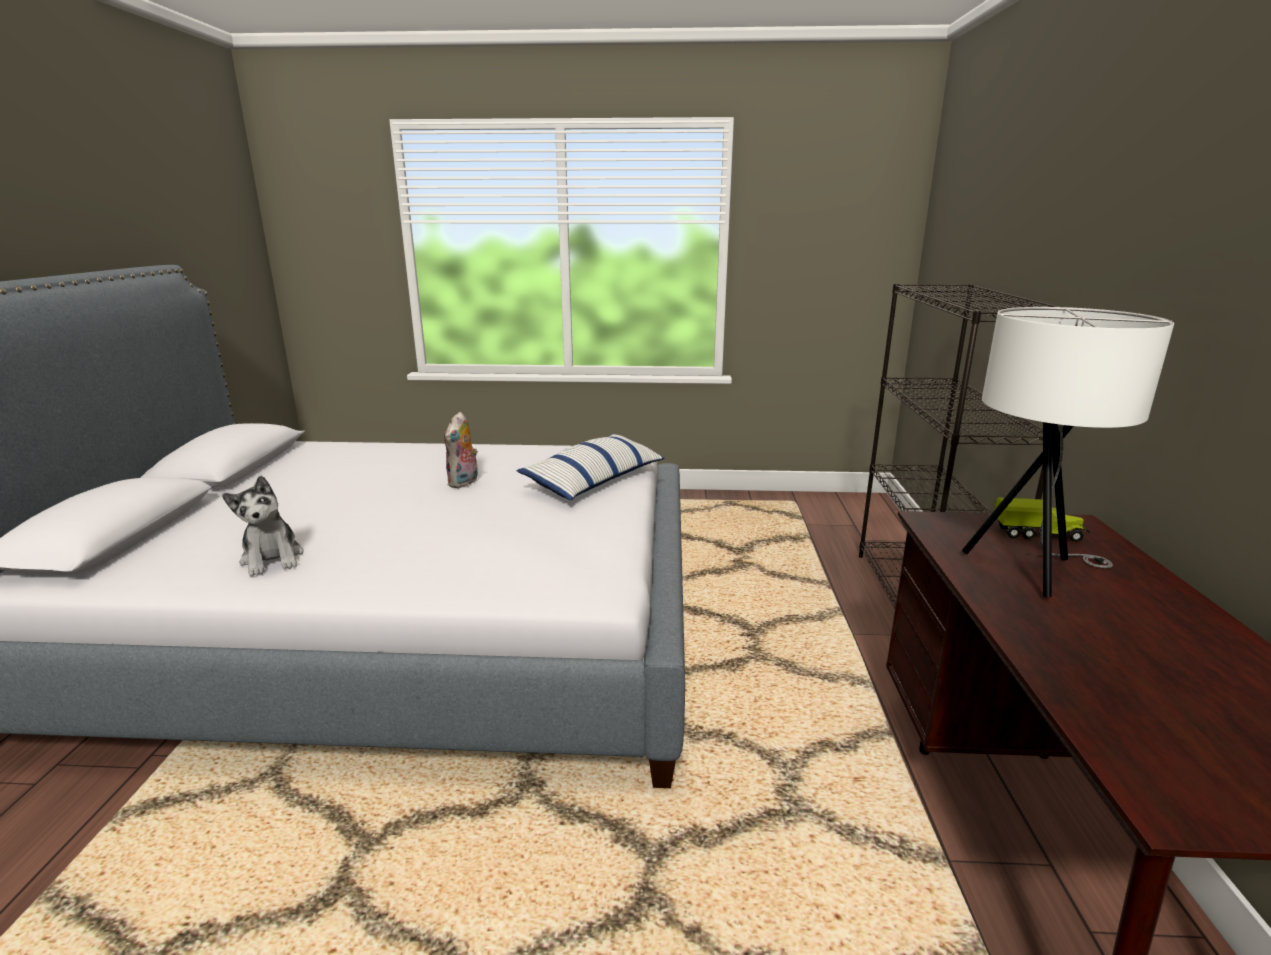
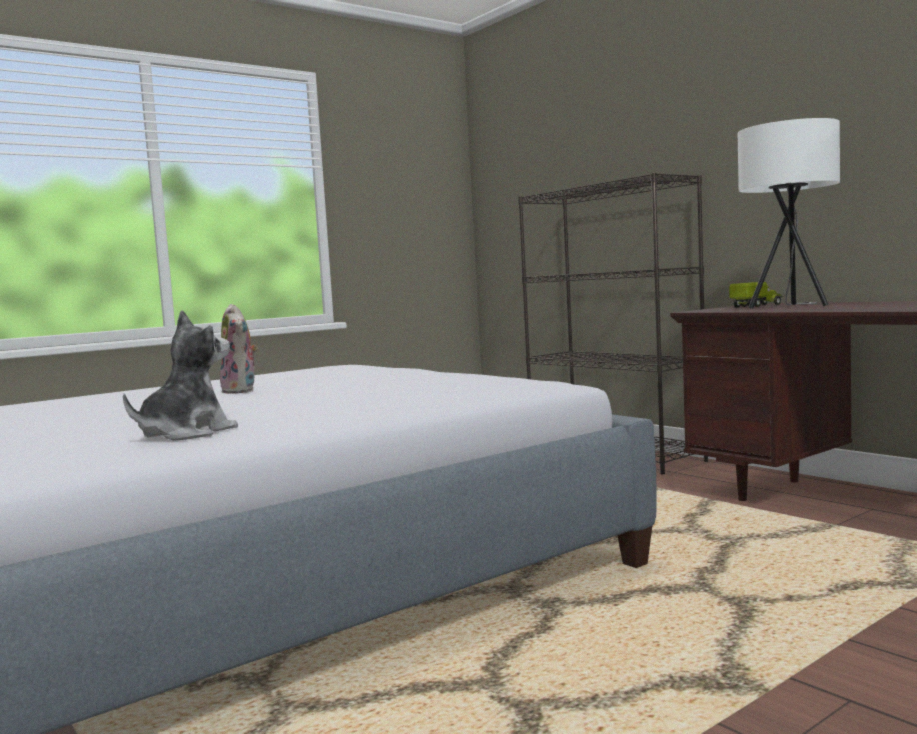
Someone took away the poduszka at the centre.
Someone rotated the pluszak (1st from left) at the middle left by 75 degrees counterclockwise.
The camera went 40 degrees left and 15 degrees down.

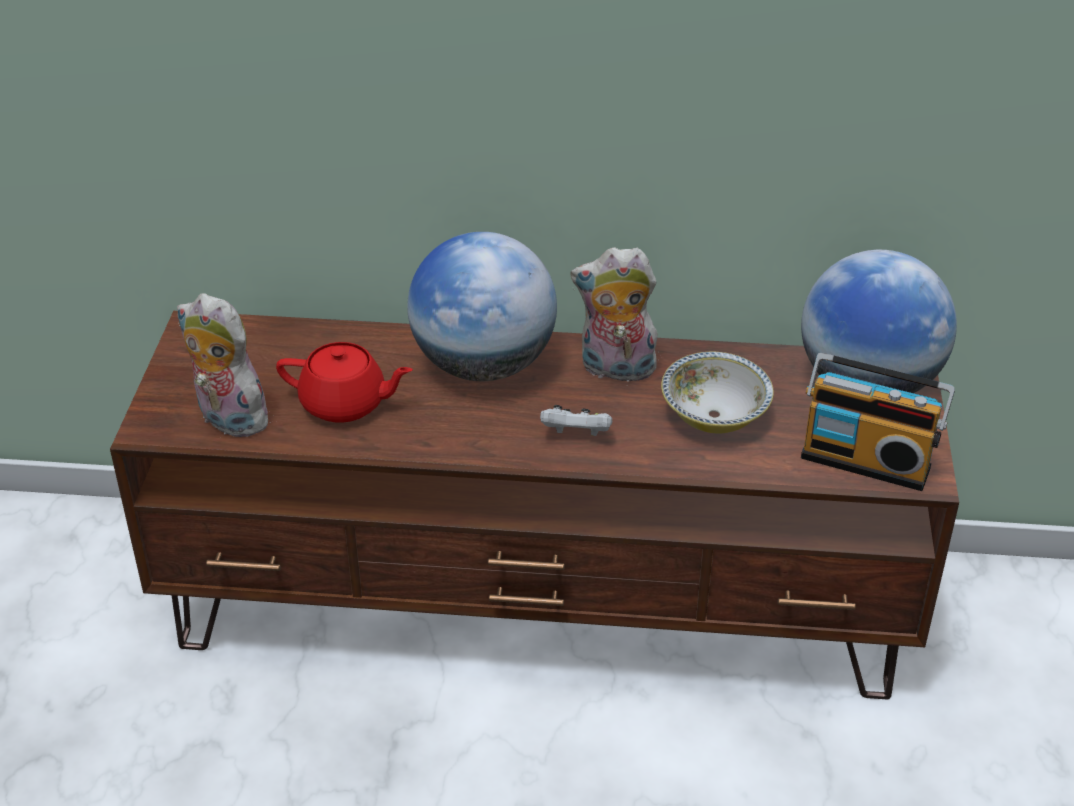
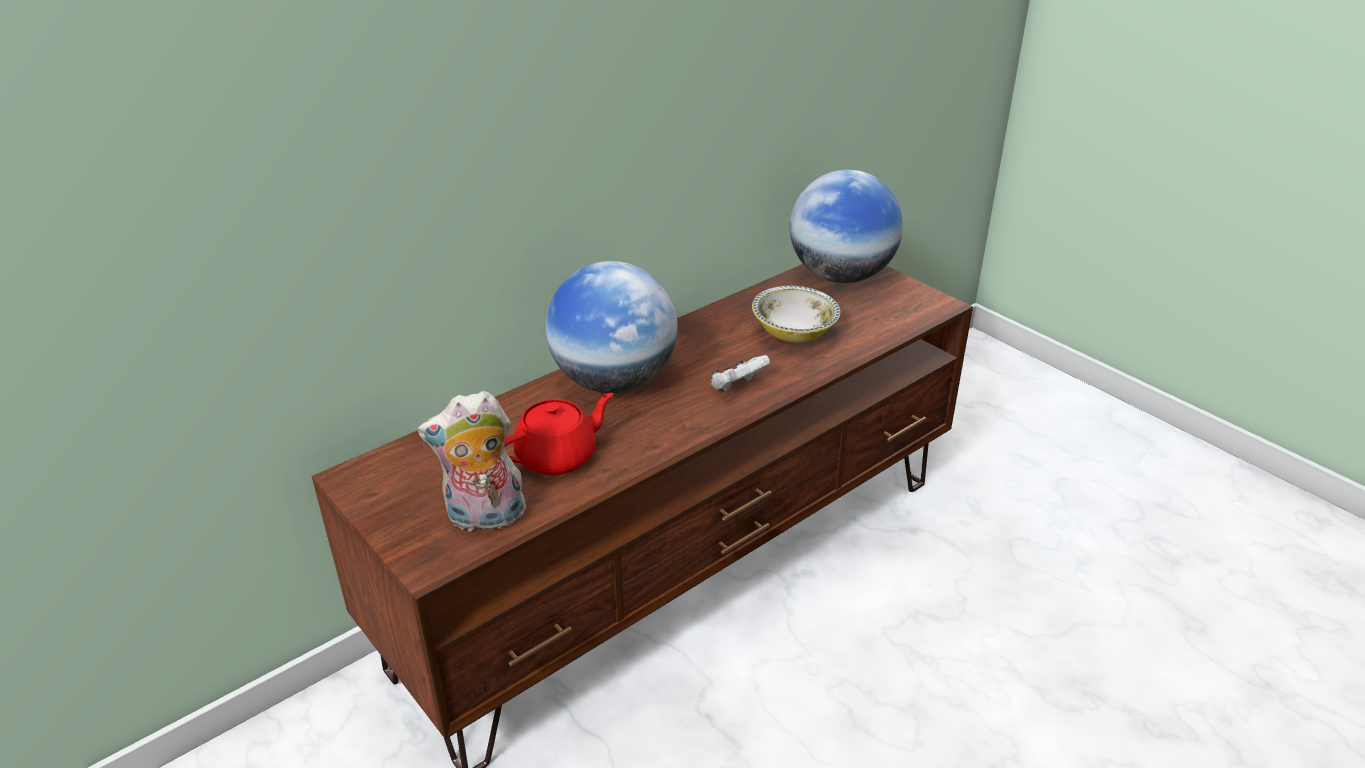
Someone took away the pluszak (2nd from left) at the centre.
Someone took away the radio at the middle right.
The camera went 45 degrees left and 5 degrees down.

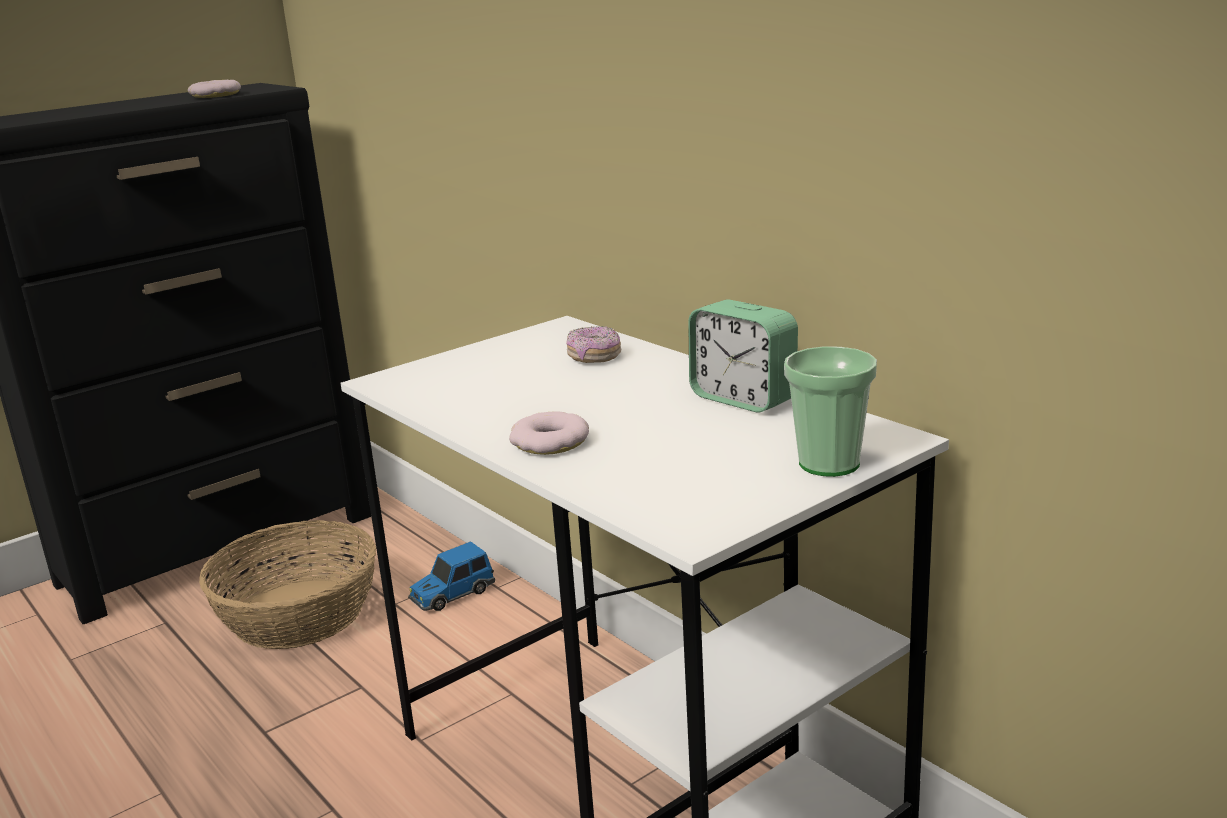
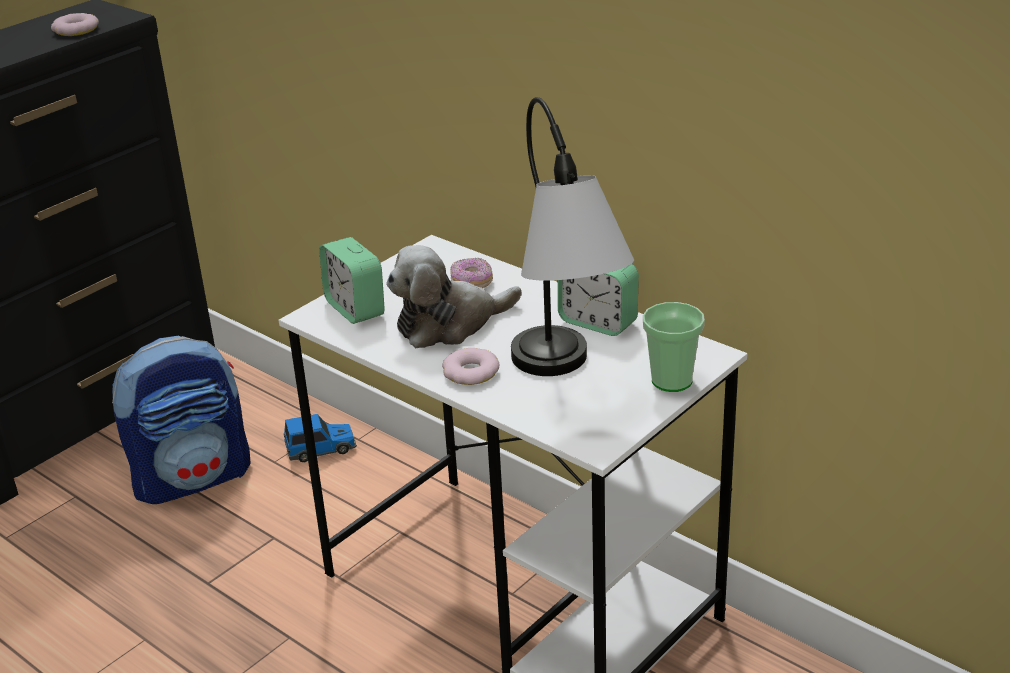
Someone swapped the koszyk at the bottom left for the plecak at the middle left.
Someone rotated the samochodzik at the bottom centre by 150 degrees counterclockwise.
Someone put down the lampa stołowa at the centre.
Someone put down the budzik (1st from left) at the centre.
Someone put down the pluszak at the centre.
The camera went 10 degrees left and 10 degrees up.

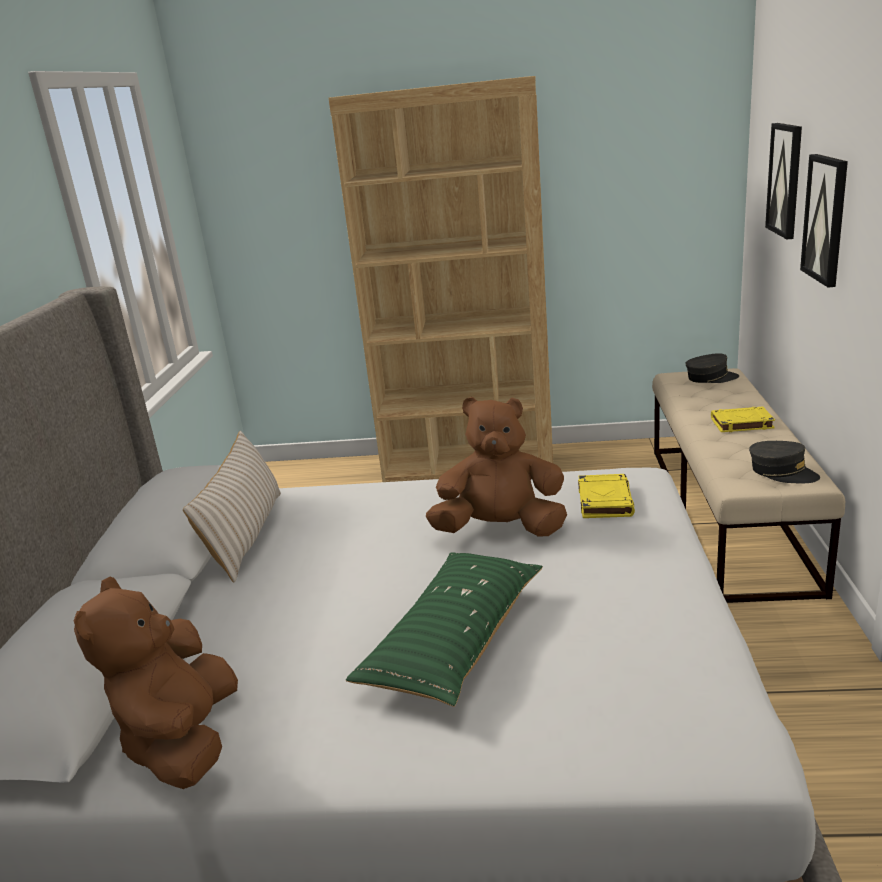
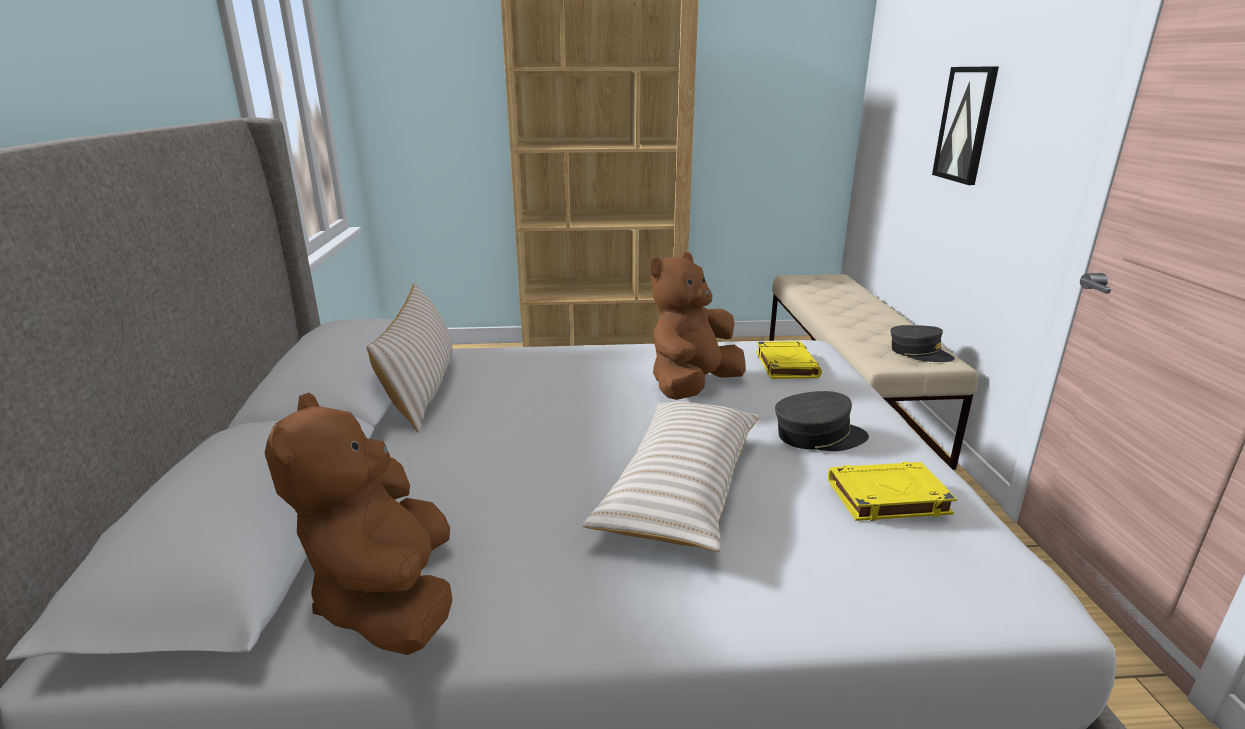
Someone took away the obraz (1st from left) at the top right.
Someone carried the czapka z daszkiem [szary] (1st from left) from the middle right to the centre.
Someone rotated the pluszak [brązowy] (2nd from left) at the centre by 45 degrees counterclockwise.
Someone carried the książka [żółty] (2nd from left) from the middle right to the bottom right.
Someone repainted the poduszka [zielony] at the bottom centre, which became the poduszka [beżowy] (2nd from left) at the centre.
The camera went 10 degrees left and 0 degrees up.

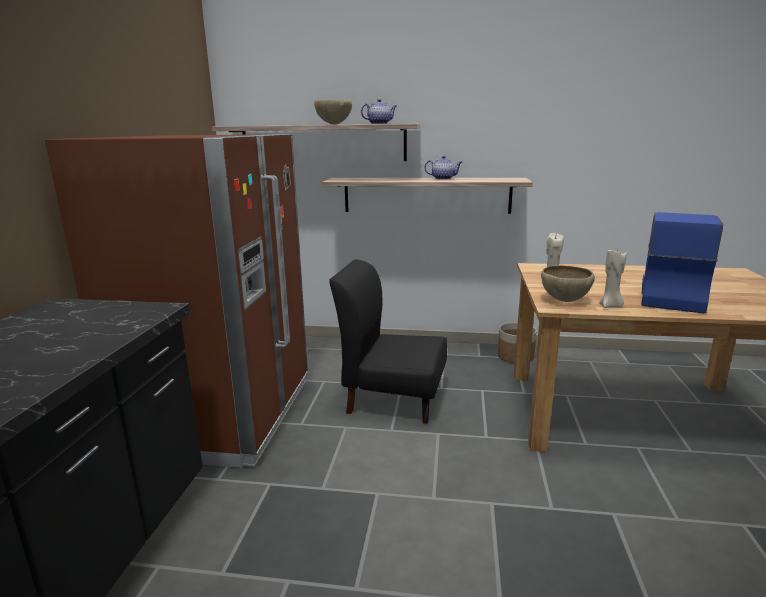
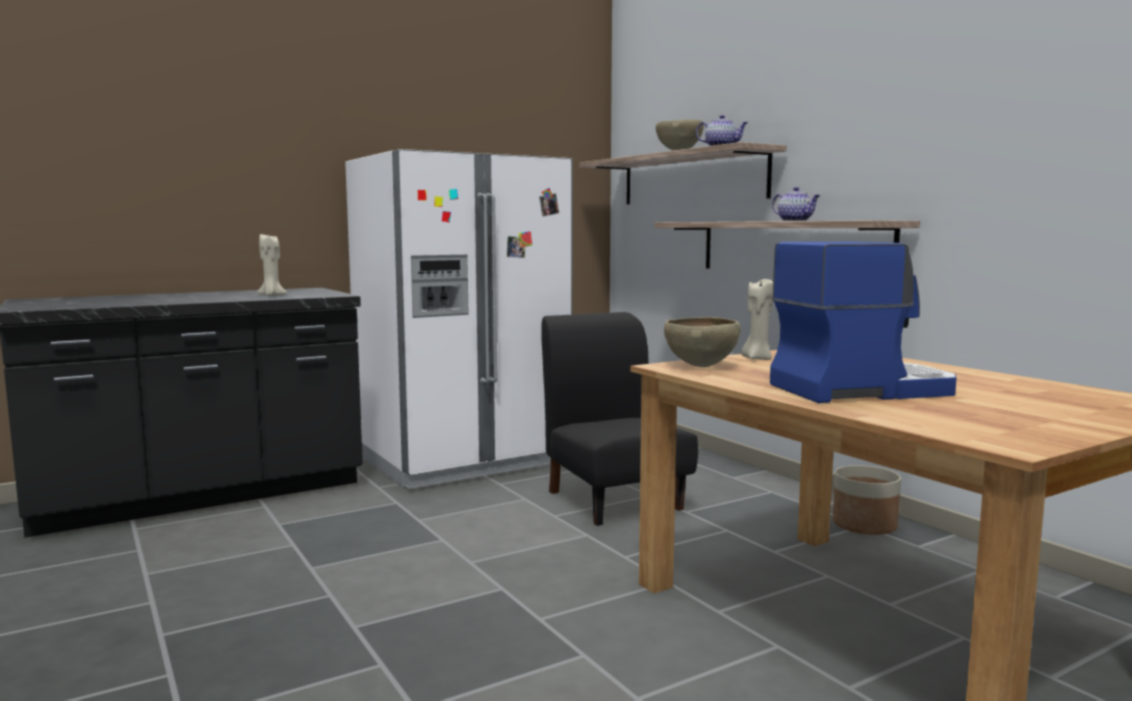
Someone repainted the lodówka [brązowy] at the middle left, which became the lodówka [biały] at the centre.
Someone carried the świeca [beżowy] (2nd from left in the first image) from the middle right to the middle left.
The camera went 50 degrees right and 10 degrees down.

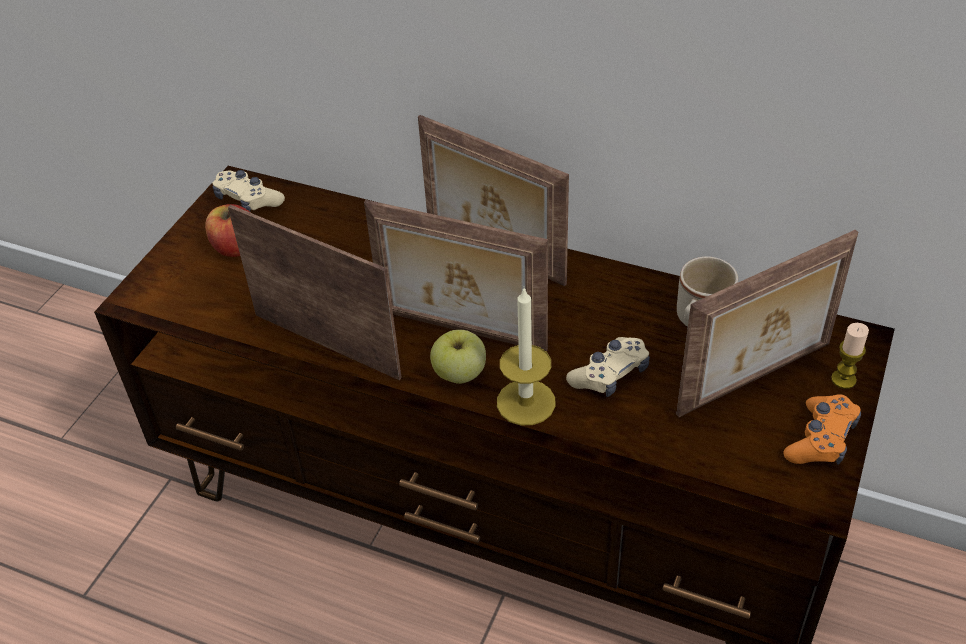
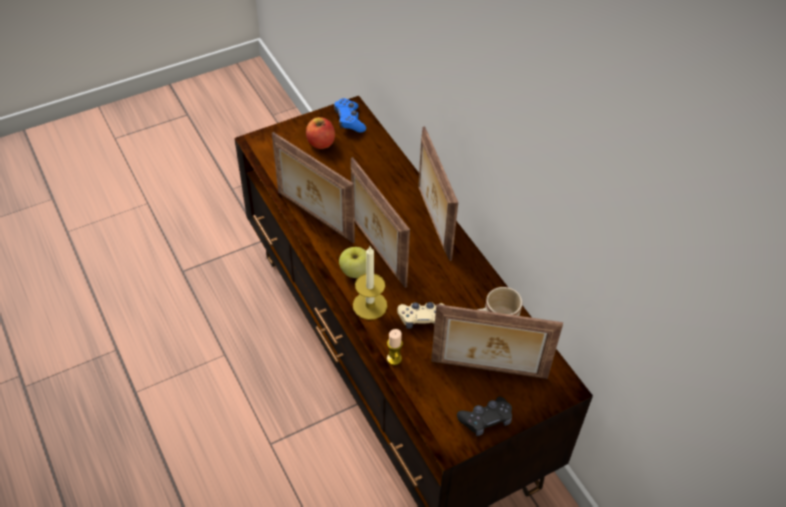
Someone repainted the pad do gier [beżowy] (1st from left) at the top left, which became the pad do gier [niebieski] at the top centre.
Someone rotated the ramka na zdjęcie (1st from left) at the middle left by 150 degrees clockwise.
Someone carried the świeca (2nd from left) from the middle right to the bottom centre.
Someone repainted the pad do gier [pomarańczowy] at the middle right, which became the pad do gier [czarny] at the bottom centre.
The camera went 35 degrees right and 5 degrees up.

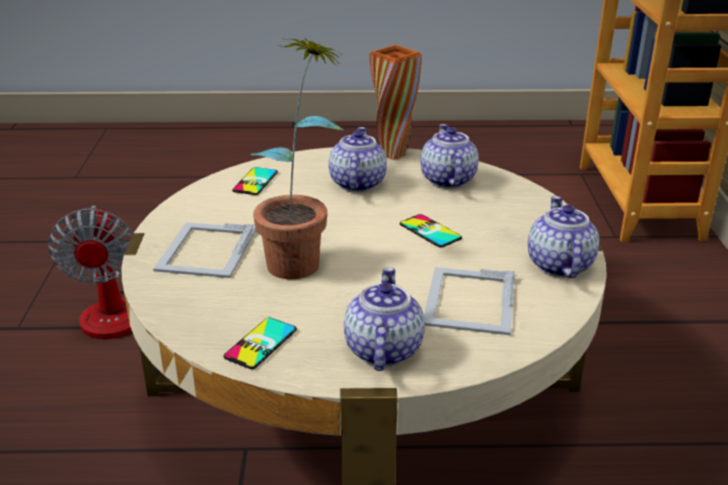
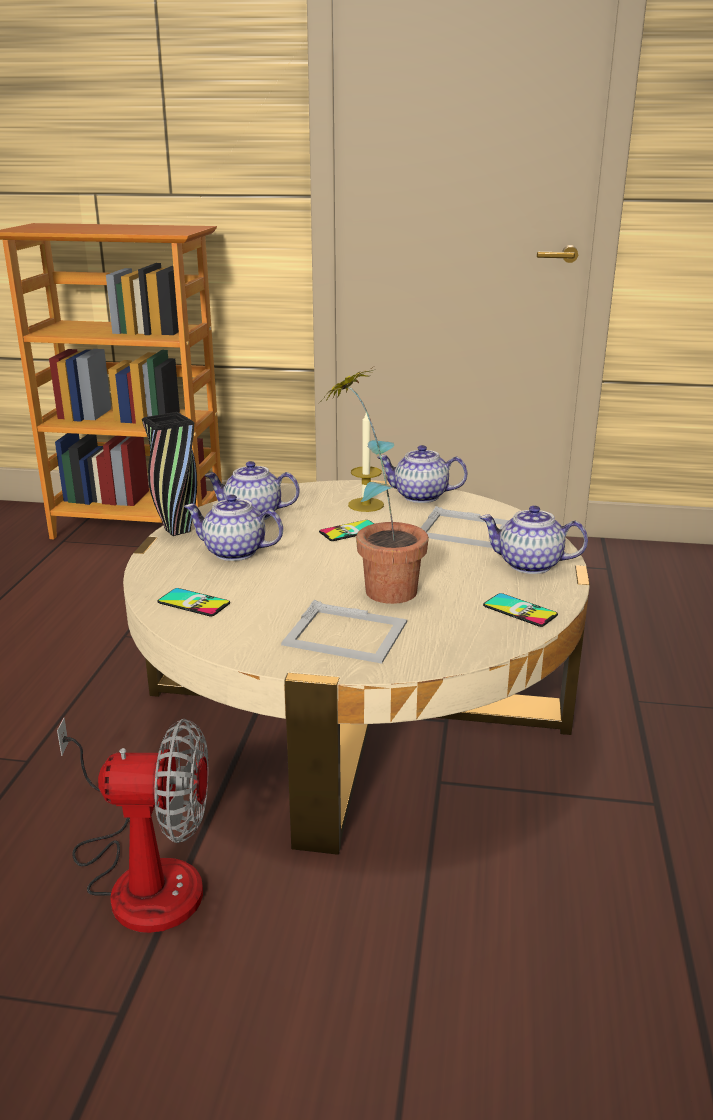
Someone repainted the wazon [pomarańczowy] at the top centre, which became the wazon [czarny] at the middle left.
Someone put down the świeca at the centre.
The camera went 80 degrees left and 5 degrees down.

